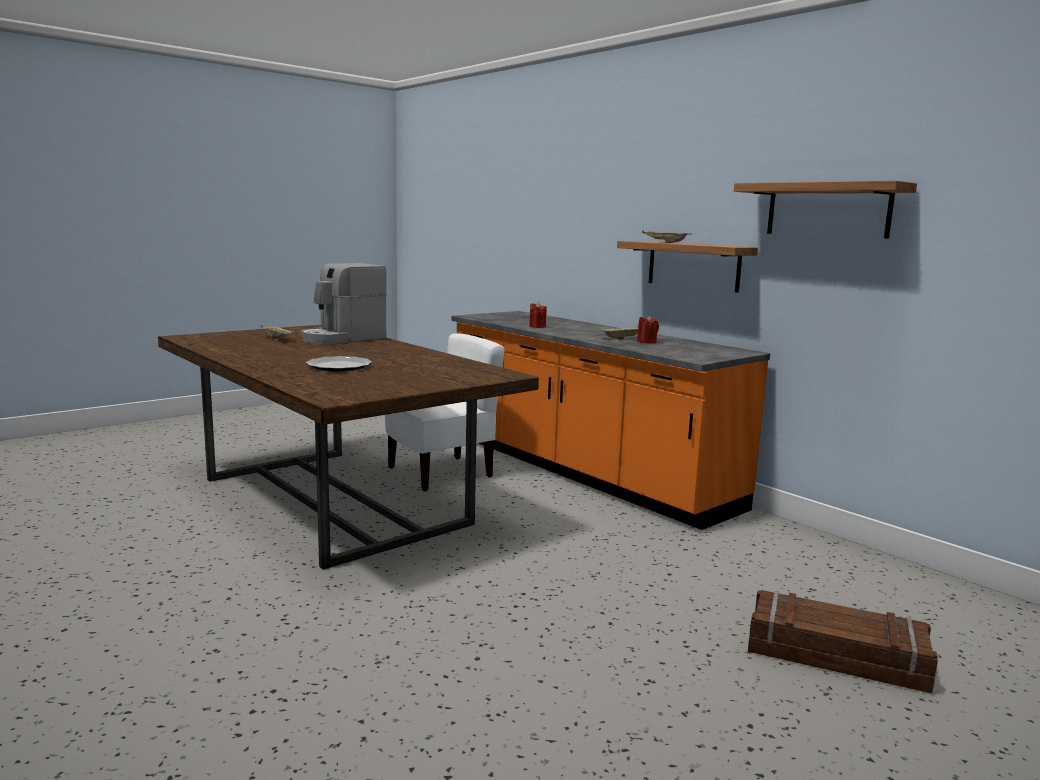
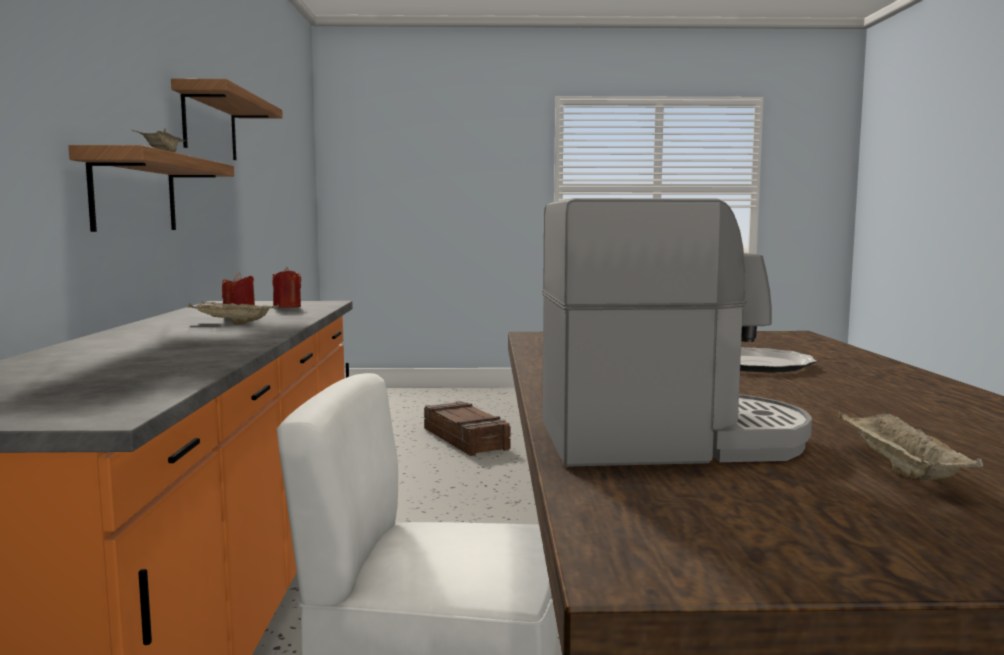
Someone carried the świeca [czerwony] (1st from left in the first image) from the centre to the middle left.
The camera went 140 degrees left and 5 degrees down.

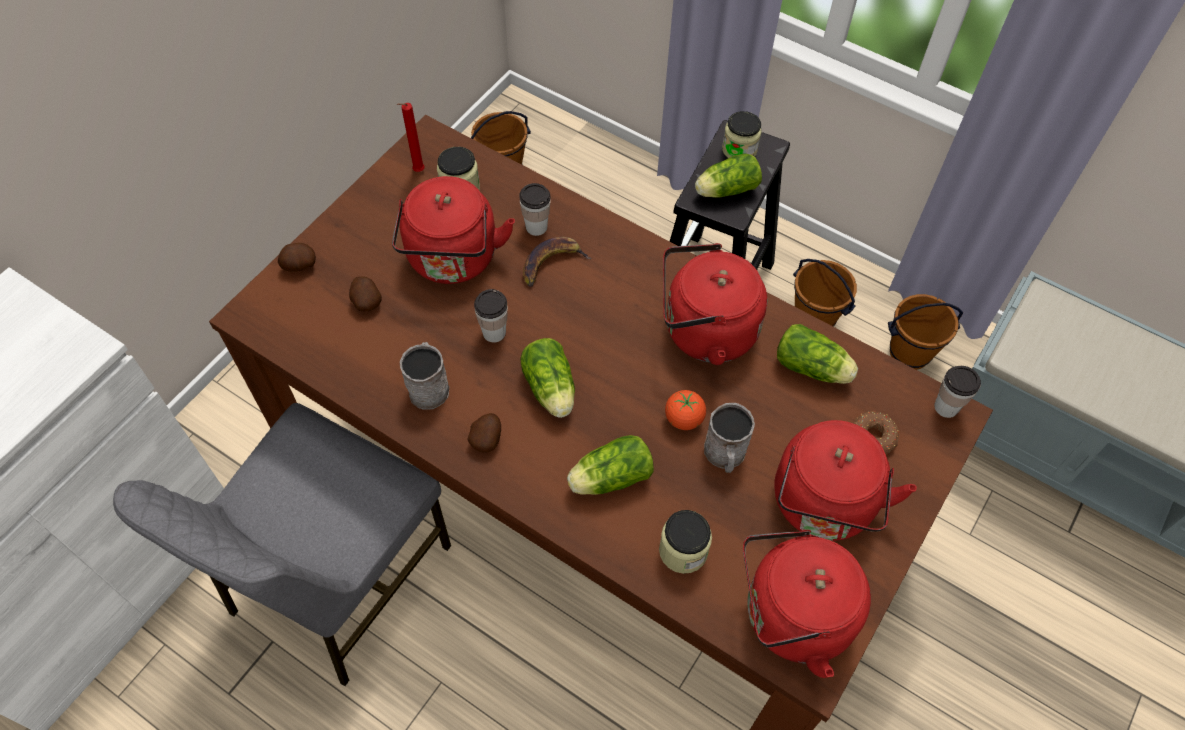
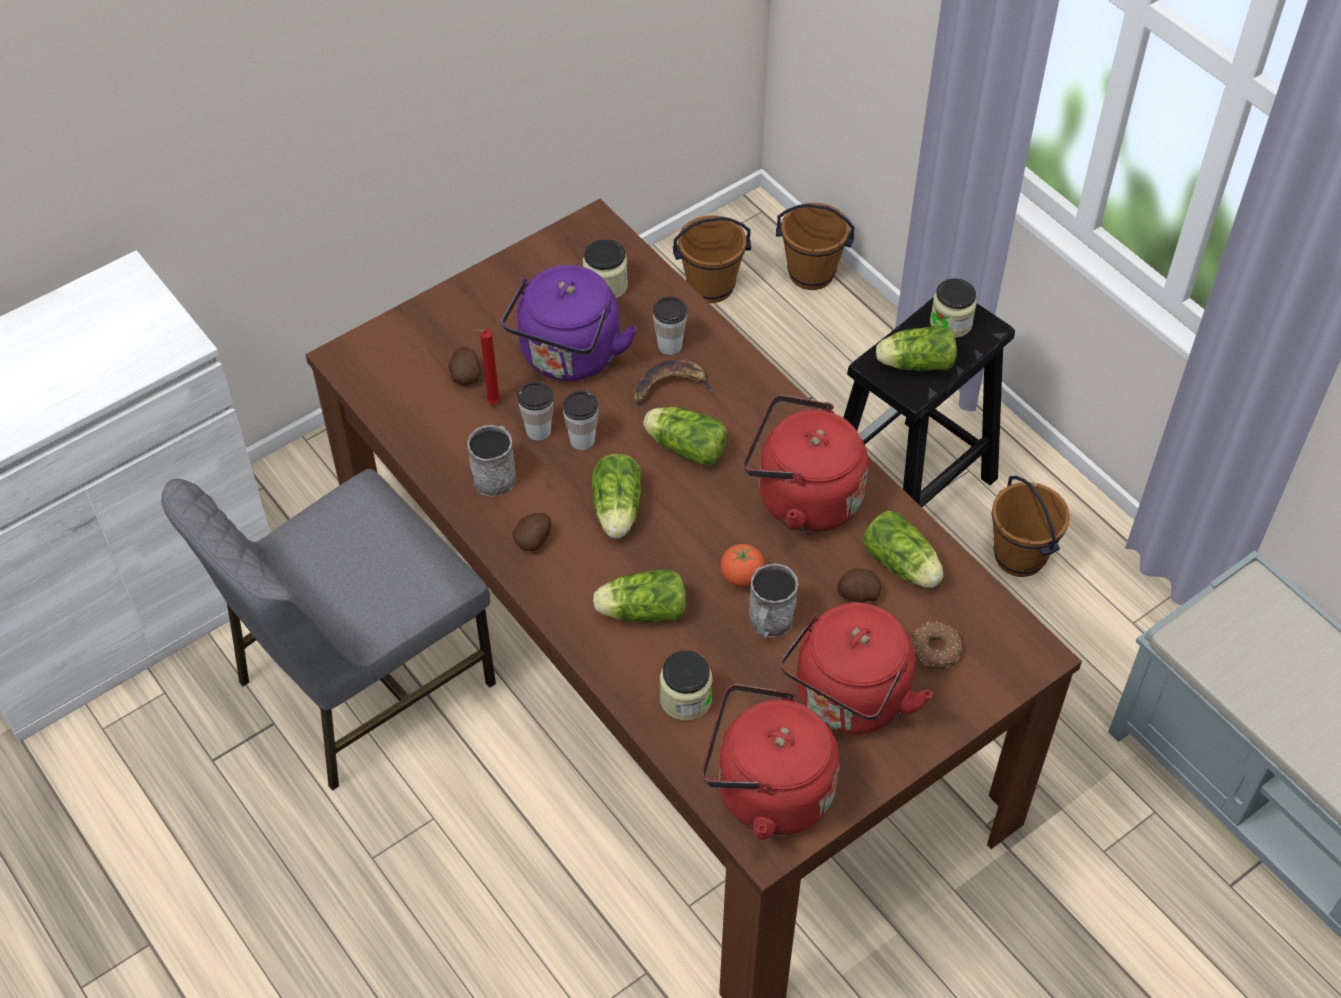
Someone carried the świeca [czerwony] from the top centre to the centre.
Someone repainted the czajnik [czerwony] (1st from left) at the top centre, which became the czajnik [fioletowy] at the top centre.
Someone carried the ziemniak (1st from left in the first image) from the middle left to the centre.
Someone carried the wiadro [brązowy] (3rd from left in the first image) from the middle right to the top centre.
Someone carried the filiżanka (3rd from left in the first image) from the middle right to the centre.
Someone put down the sałata (3rd from left) at the centre.
The camera went 20 degrees right and 5 degrees down.

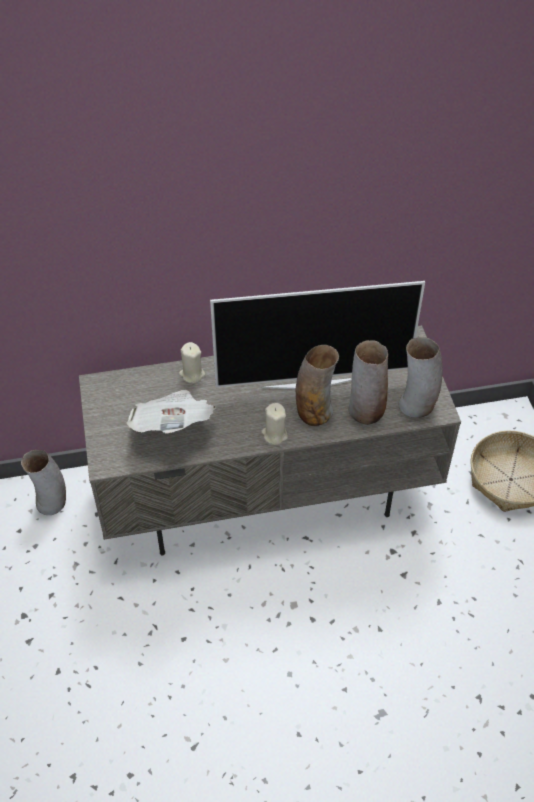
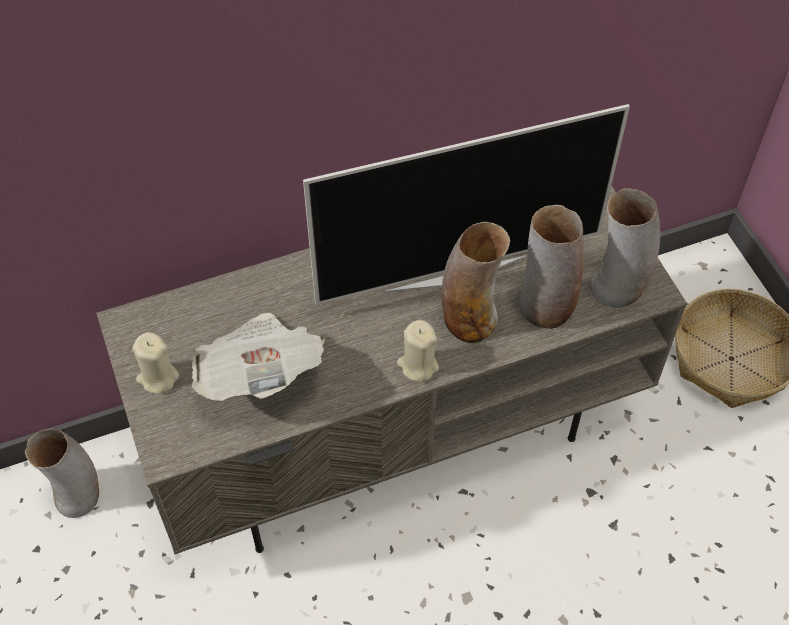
Someone carried the świeca [beżowy] (1st from left) from the centre to the middle left.
The camera went 10 degrees left and 5 degrees up.

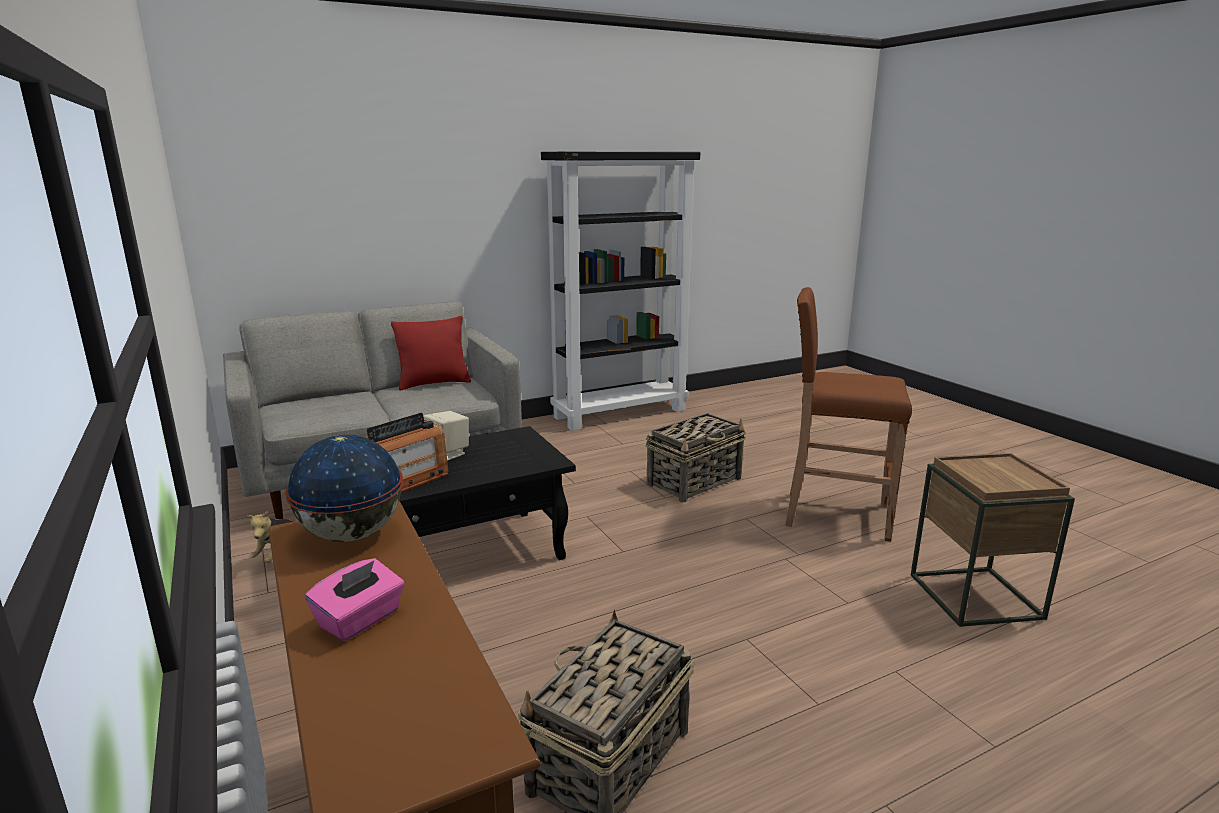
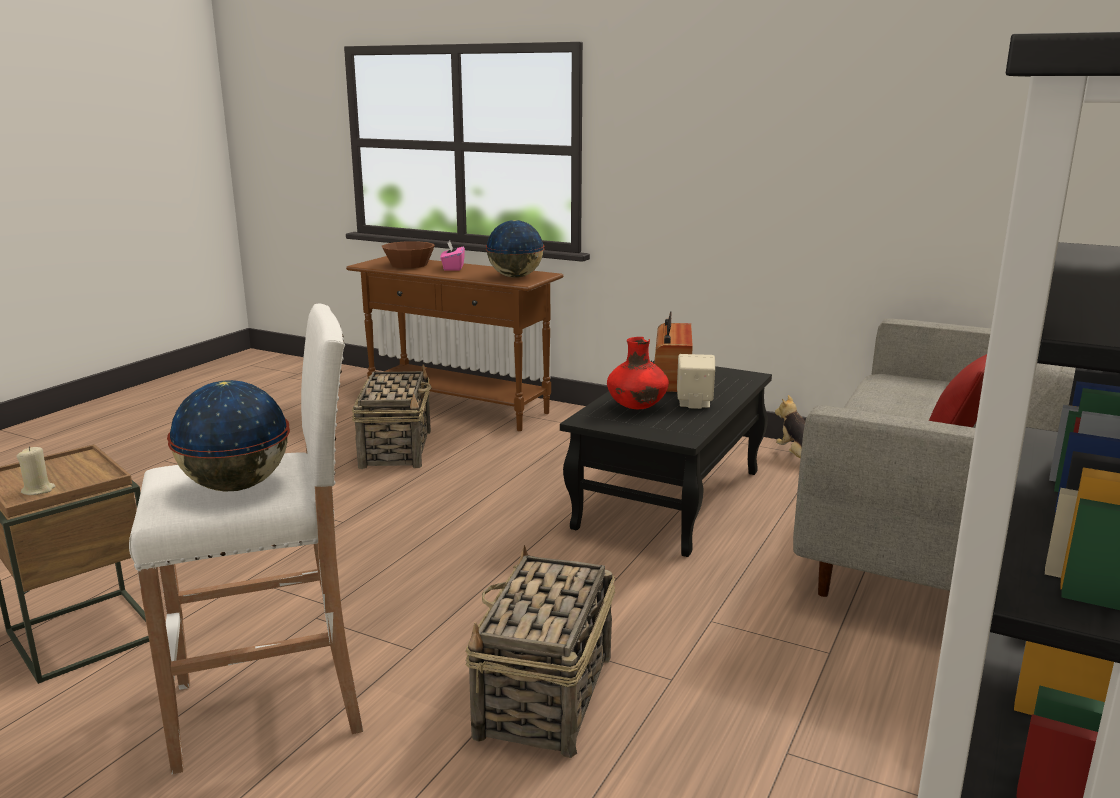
Someone repainted the stołek [brązowy] at the middle right, which became the stołek [biały] at the bottom left.
Someone put down the miska [brązowy] at the top centre.
Someone put down the wazon [czerwony] at the centre.
Someone put down the globus (1st from left) at the middle left.
Someone put down the świeca [beżowy] at the middle left.
The camera went 145 degrees right and 0 degrees up.

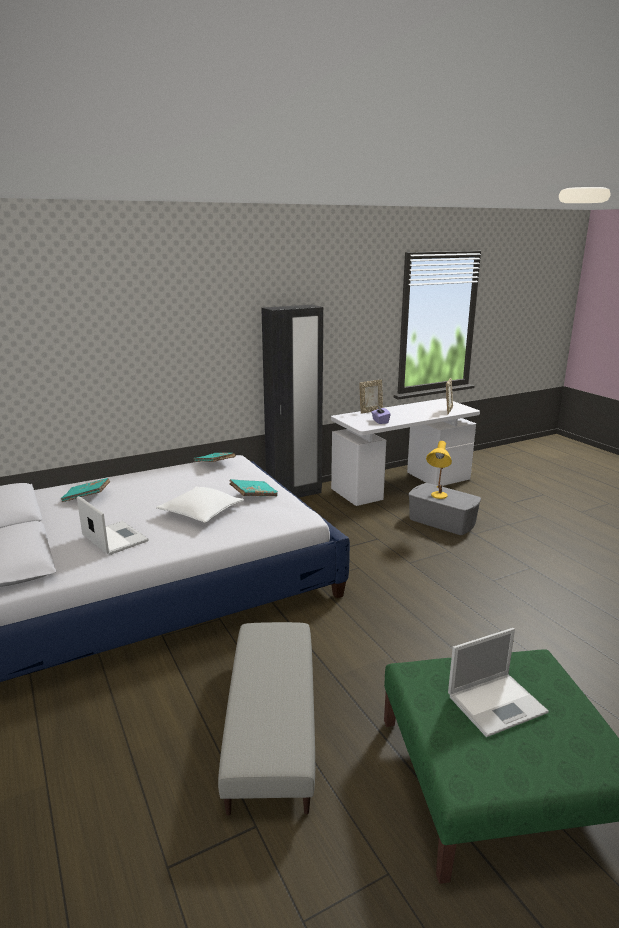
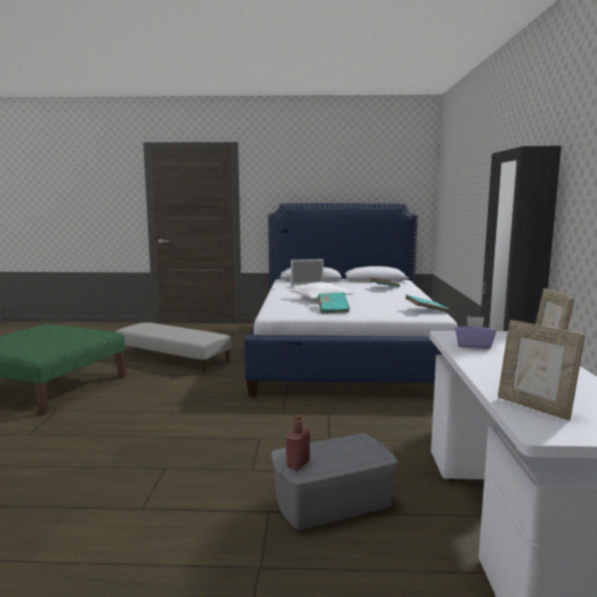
Someone took away the lampa stołowa [żółty] at the middle right.
Someone took away the laptop (2nd from left) at the bottom right.
Someone put down the butelka [czerwony] at the bottom centre.
The camera went 120 degrees right and 10 degrees down.

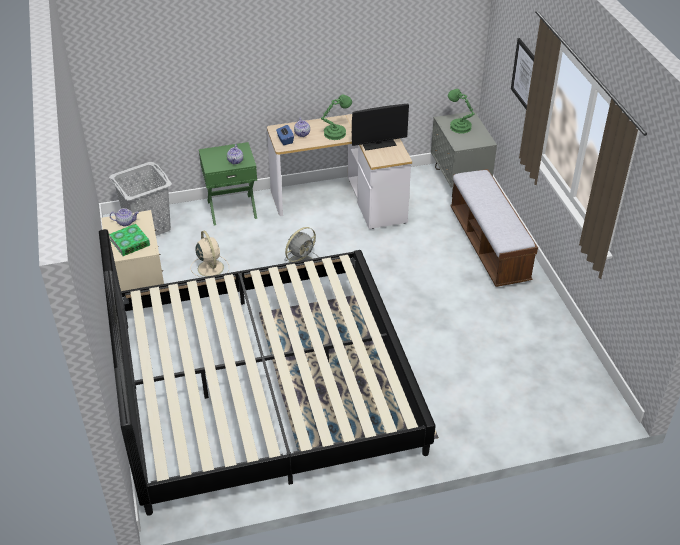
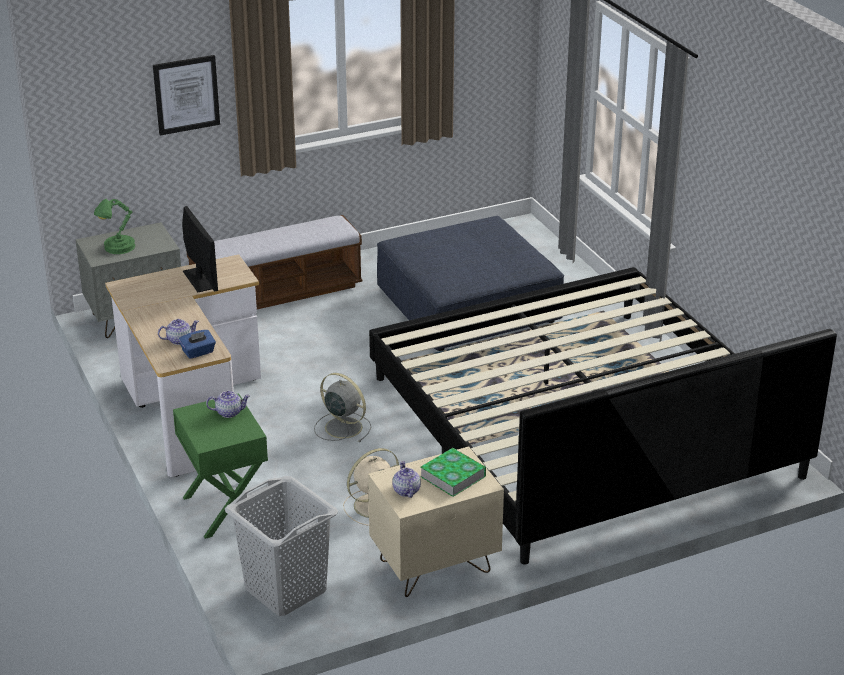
Someone took away the lampa stołowa [zielony] (1st from left) at the top centre.
Someone put down the pufa [niebieski] at the centre.
The camera went 100 degrees left and 10 degrees down.

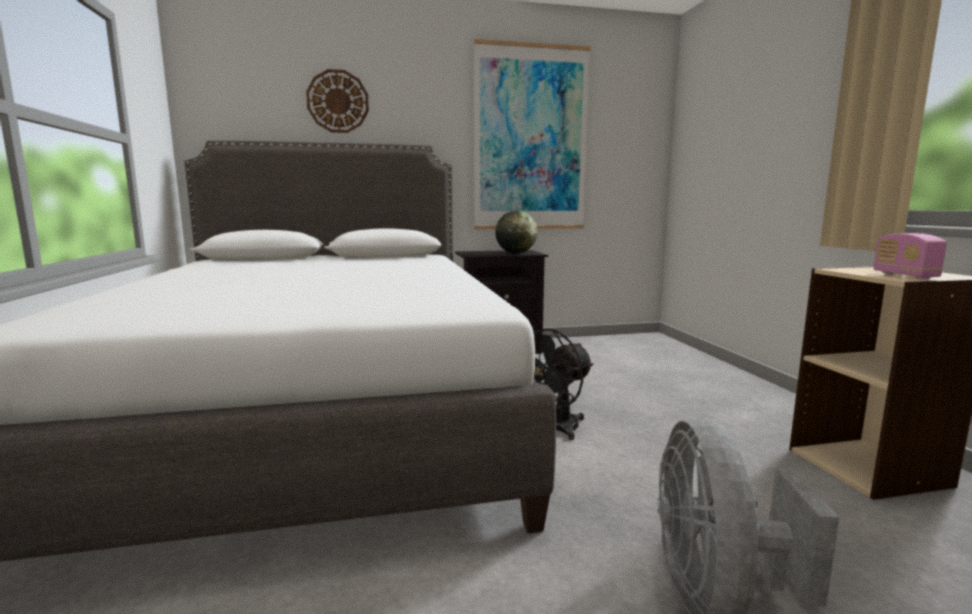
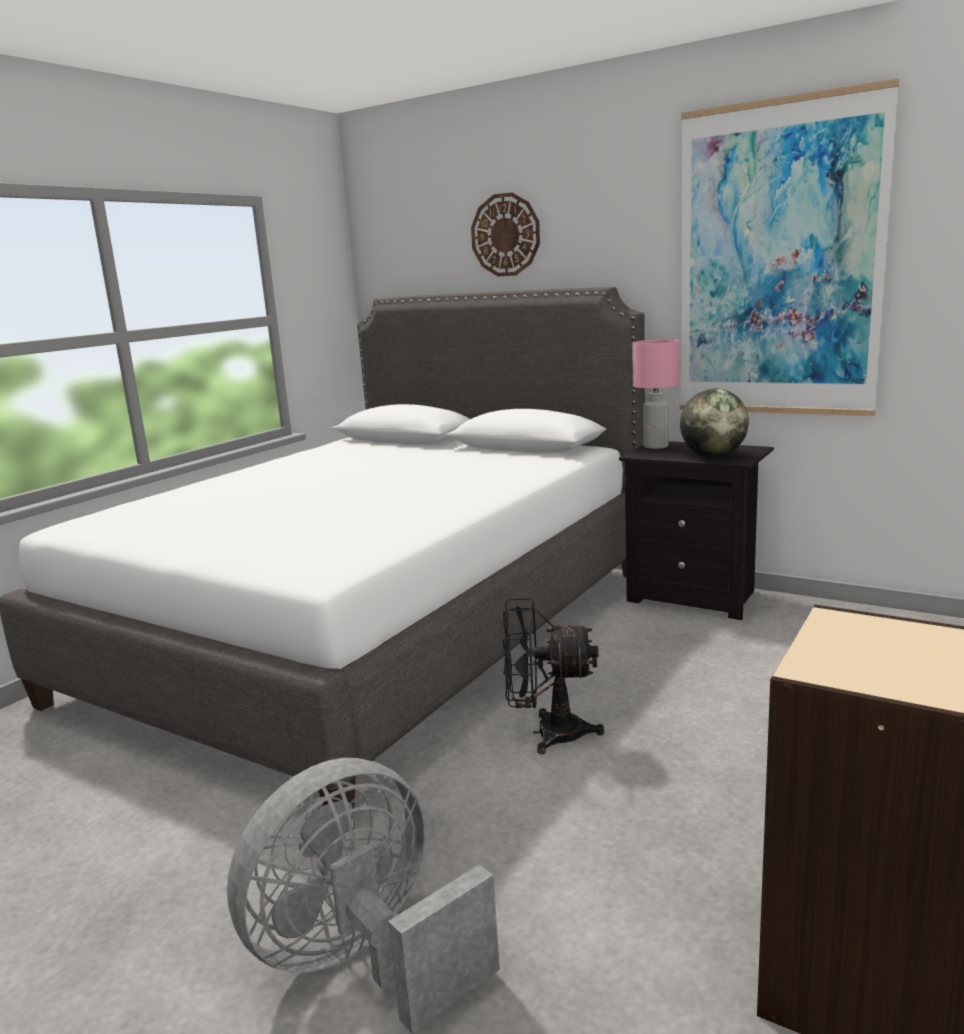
Someone took away the radio at the middle right.
Someone put down the lampa stołowa [różowy] at the middle right.
The camera went 45 degrees right and 5 degrees up.

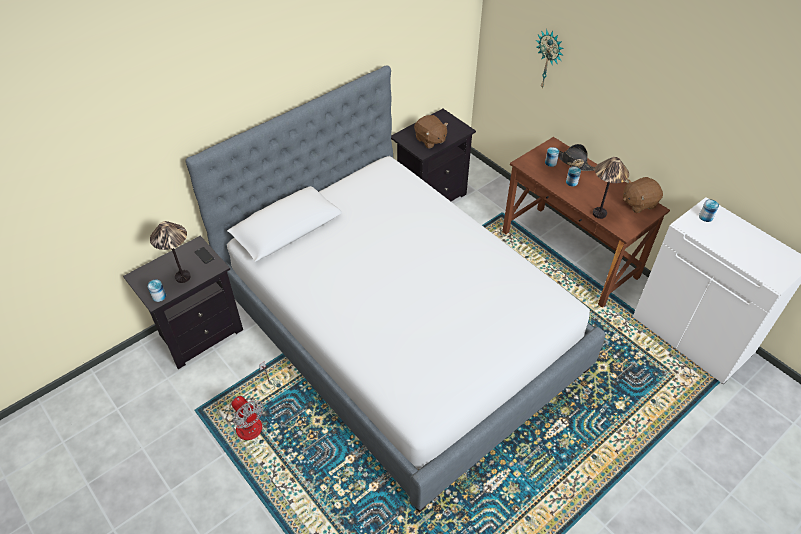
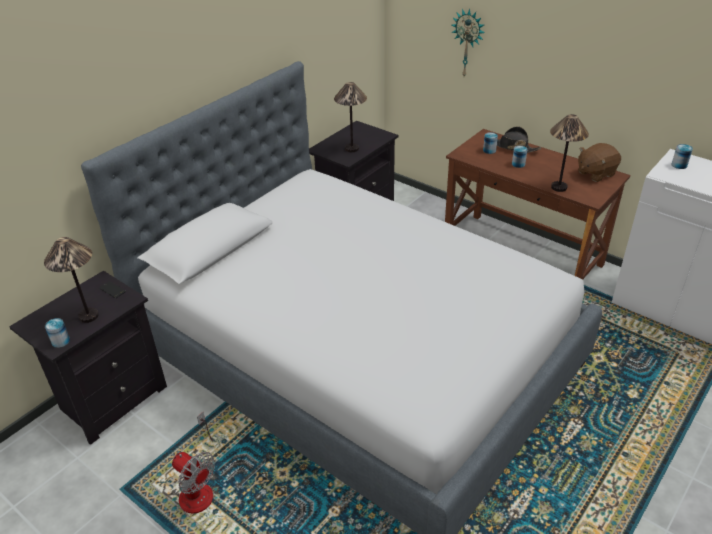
Someone swapped the pluszak [brązowy] (1st from left) at the top centre for the lampa stołowa (2nd from left) at the top centre.
The camera went 10 degrees left and 10 degrees down.

